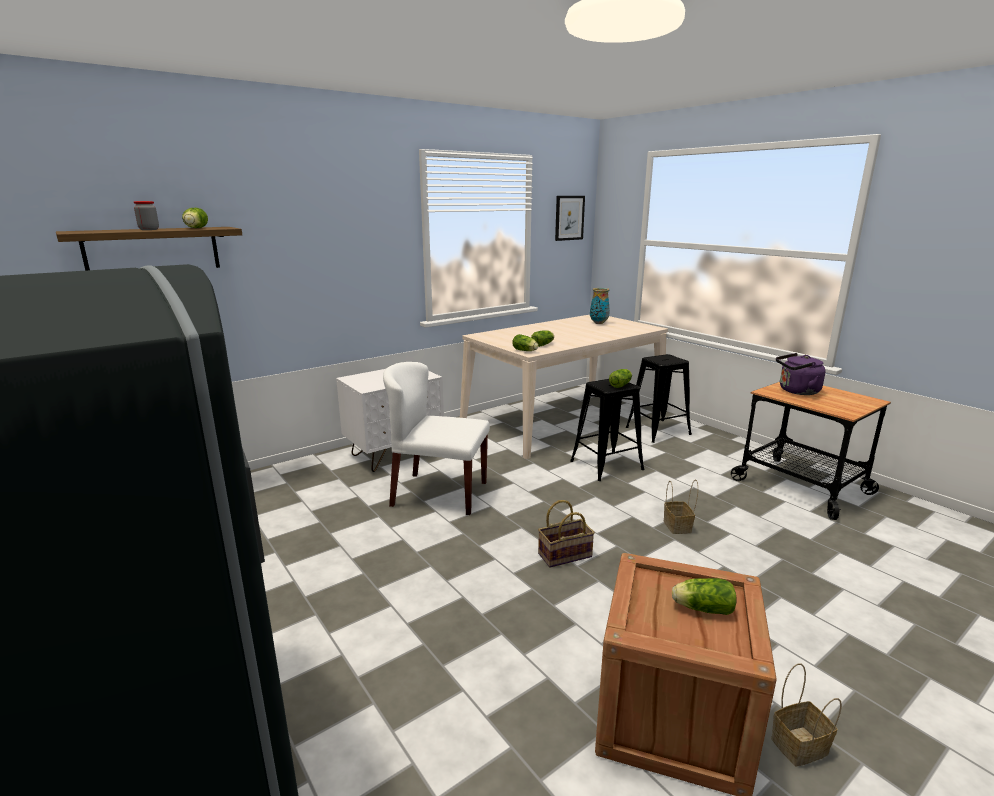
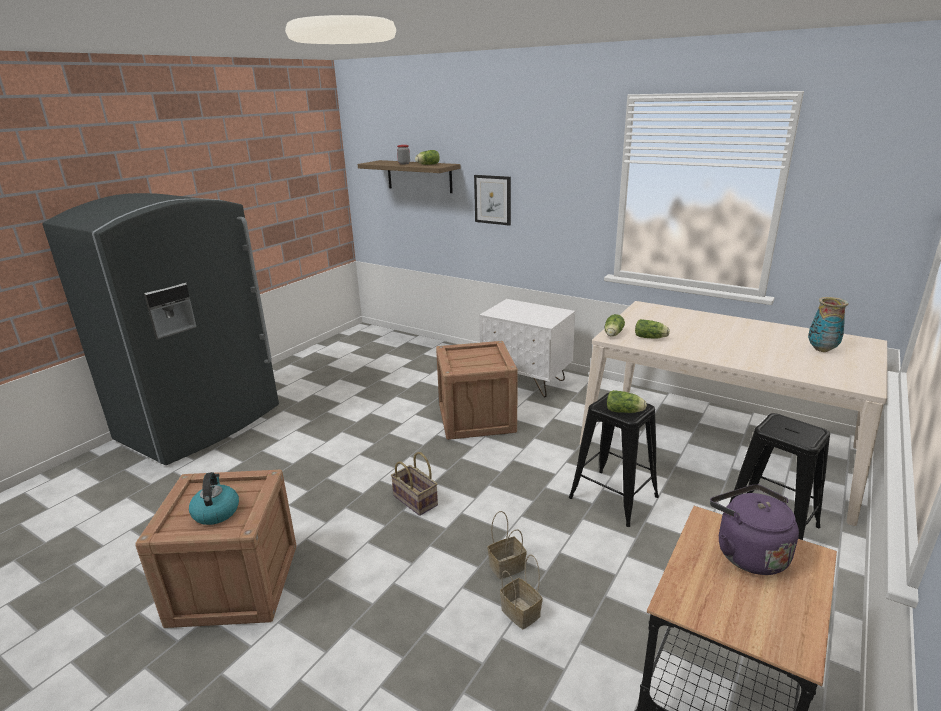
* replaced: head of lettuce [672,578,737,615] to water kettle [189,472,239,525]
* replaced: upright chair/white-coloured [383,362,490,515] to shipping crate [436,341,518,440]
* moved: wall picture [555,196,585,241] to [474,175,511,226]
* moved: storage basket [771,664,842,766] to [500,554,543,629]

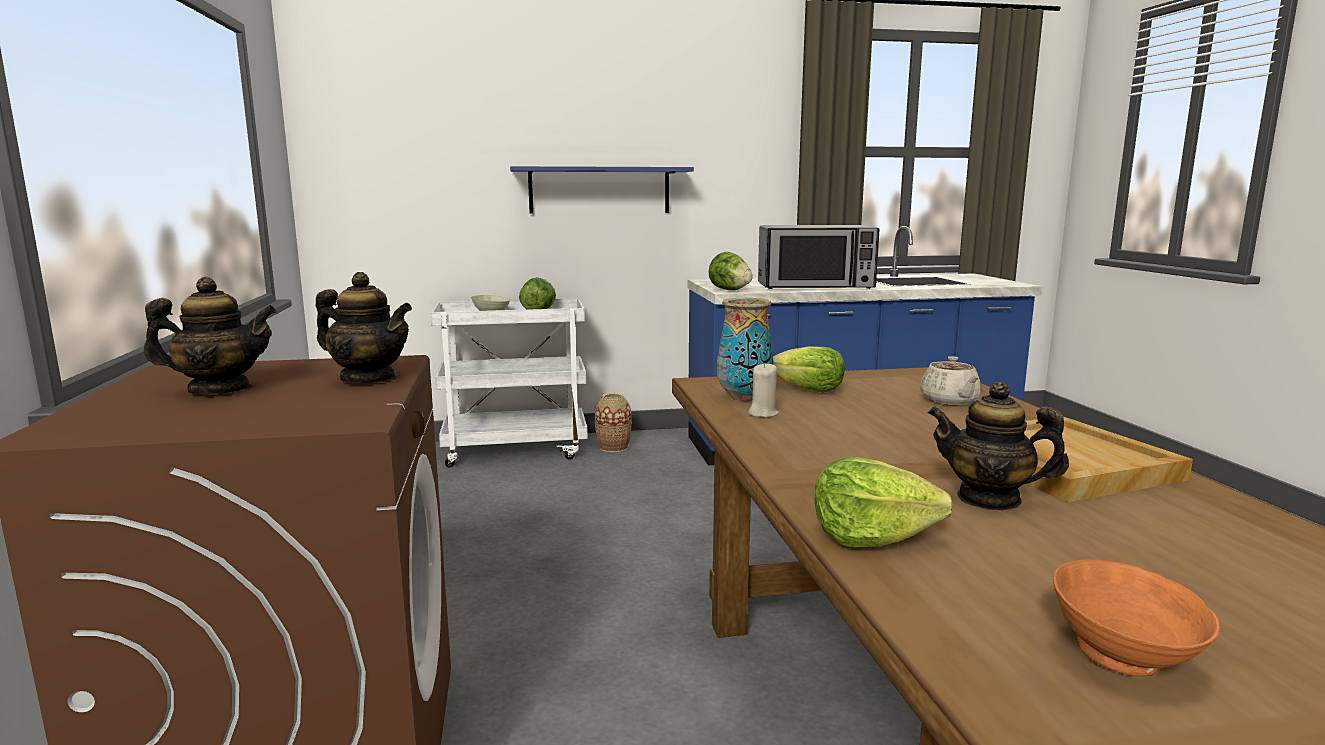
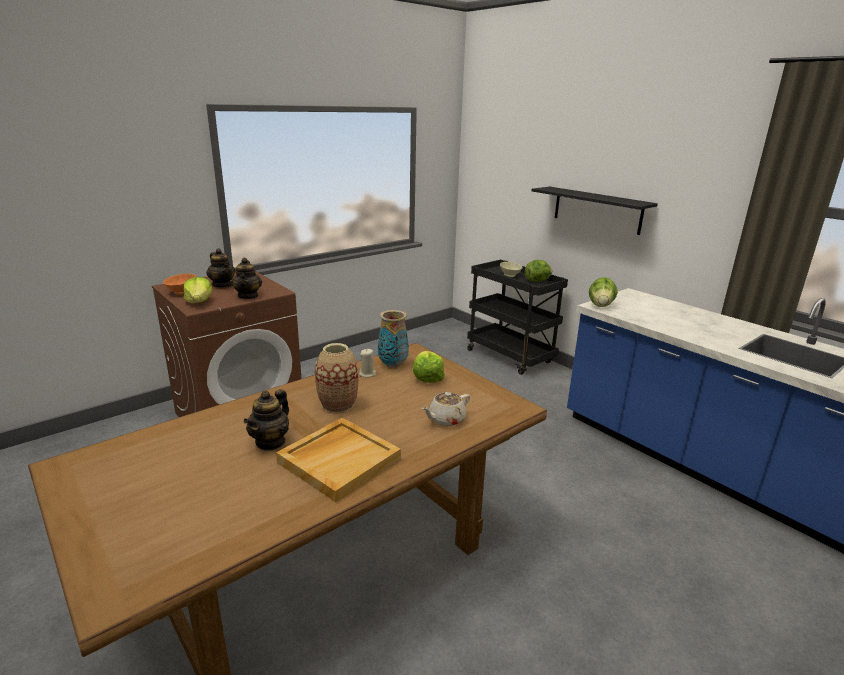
* moved: bowl/orangey [1053,560,1220,677] to [163,273,196,295]
* moved: head of lettuce [815,457,953,547] to [184,277,213,303]
* turned: pot for tea [928,382,1069,511] = [244,389,289,451] 150 degrees counterclockwise
* moved: flower vase [595,392,632,452] to [315,343,358,413]
* recoloured: wheeled cart/white-coloured [431,298,588,467] to wheeled cart/black [467,259,568,375]
* recoloured: wall shelf/blue [510,166,694,214] to wall shelf/black [532,187,658,235]
* removed: microwave oven [758,225,880,289]

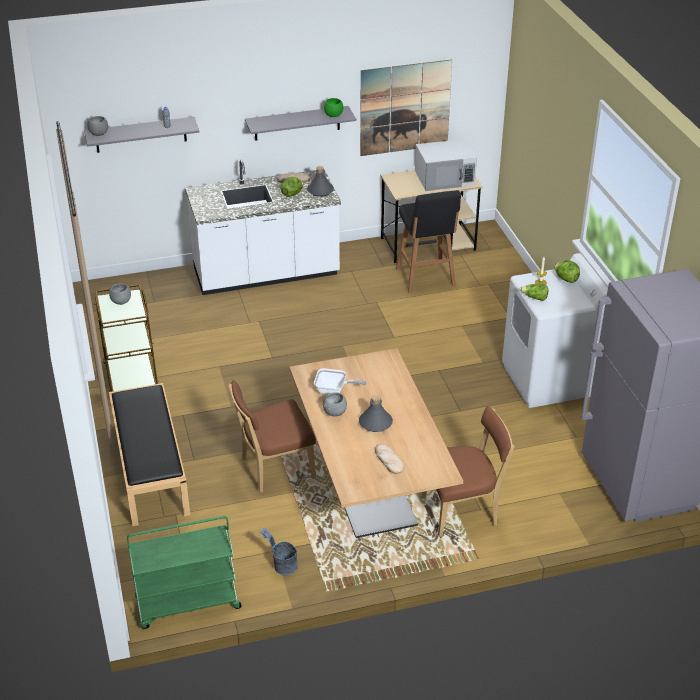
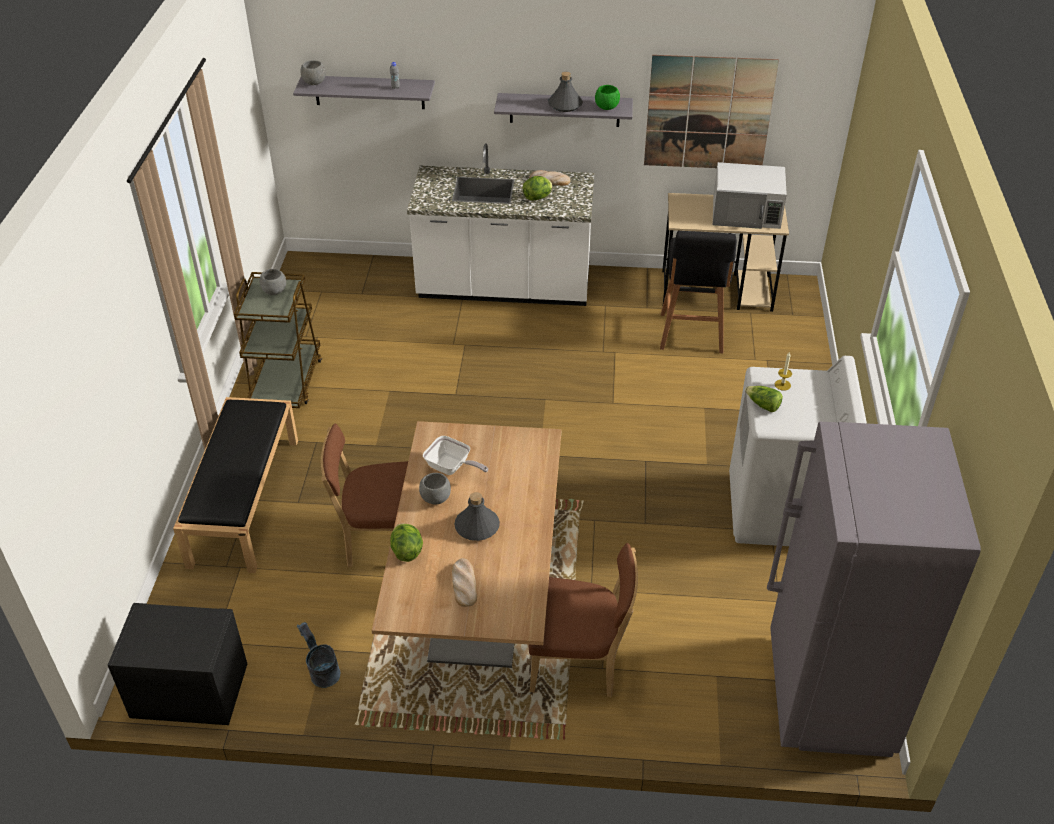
* replaced: wheeled cart/greenish [127,516,242,629] to night table/black [108,603,247,725]
* moved: head of lettuce [554,260,580,283] to [390,524,423,562]
* moved: beverage bottle/grey [307,166,334,197] to [548,72,583,112]

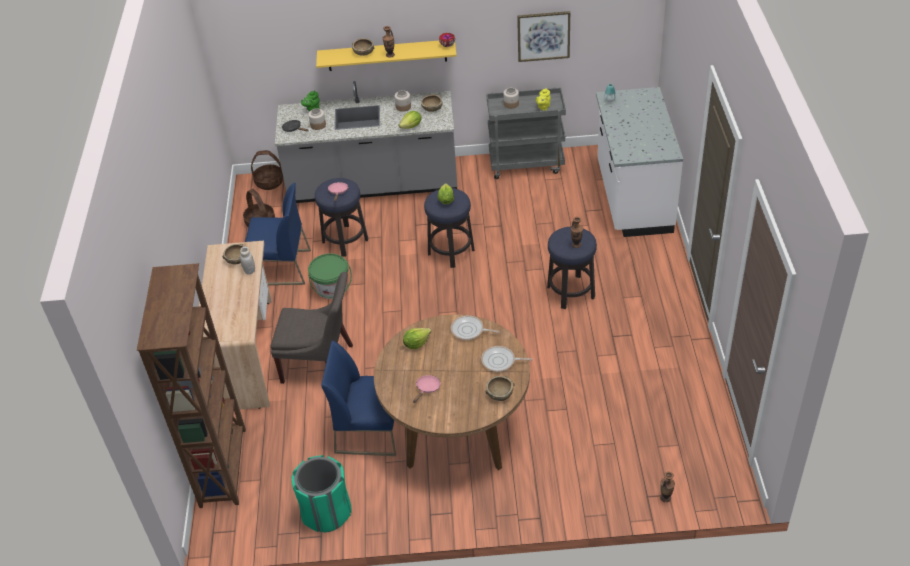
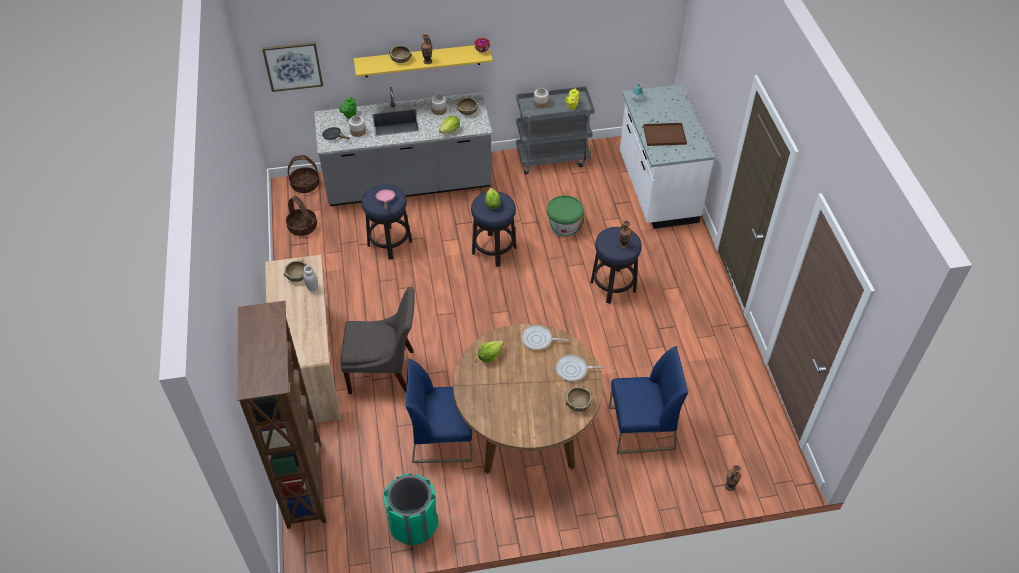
* moved: wall picture [517,11,570,62] to [262,42,323,92]
* moved: pail/greenish [308,253,352,299] to [547,195,584,237]
* moved: upright chair/blue [245,183,311,285] to [609,346,688,454]
* added: tray/brown-coloured [643,123,687,146]
* removed: frying pan/pinkish [413,375,441,403]

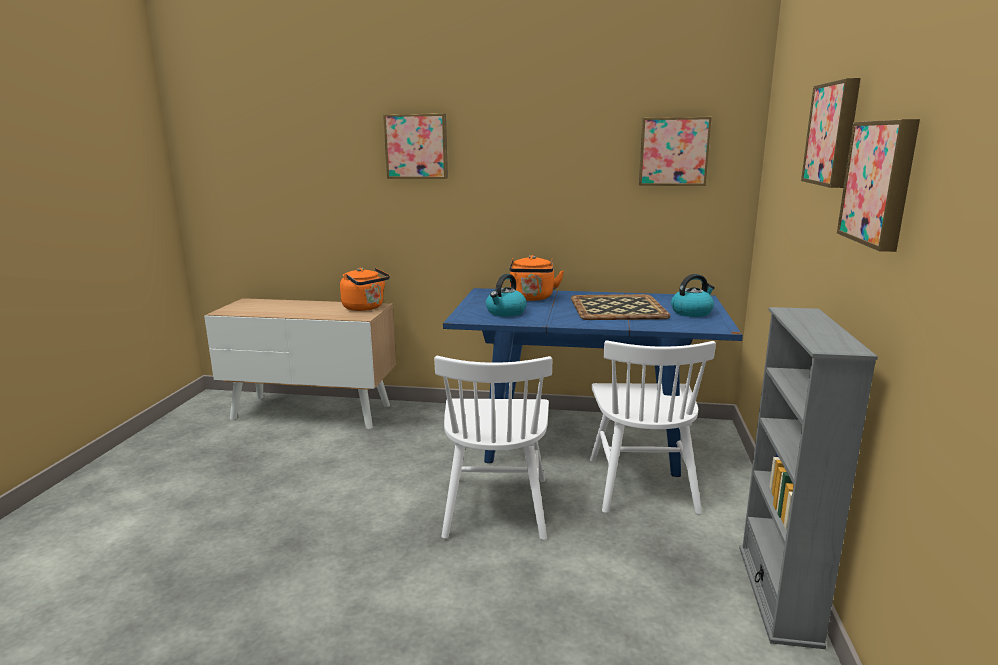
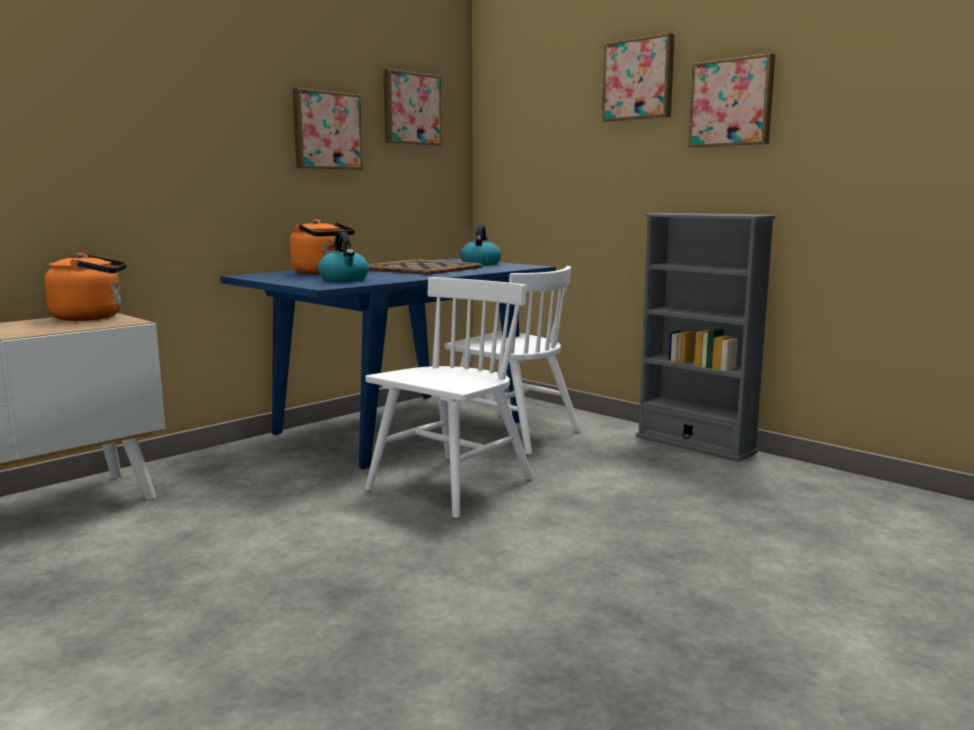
* moved: wall picture [383,114,448,179] to [293,88,363,170]
* turned: upright chair/white-coloured [434,356,552,540] = [365,277,533,518] 90 degrees counterclockwise

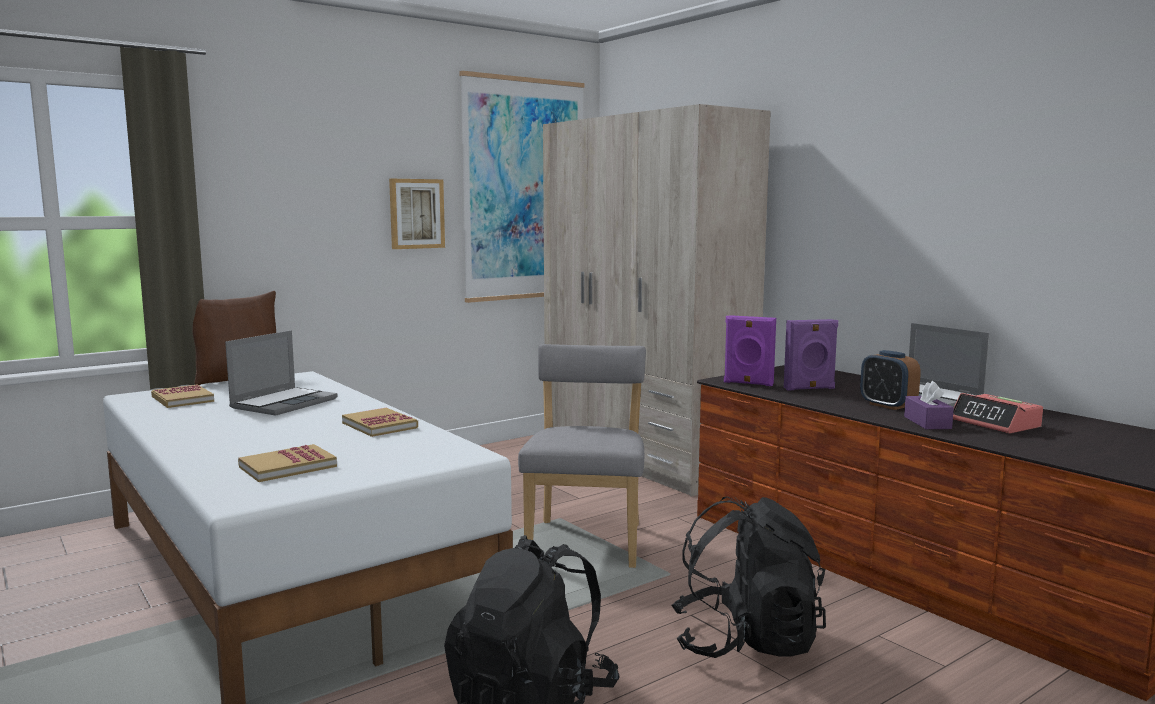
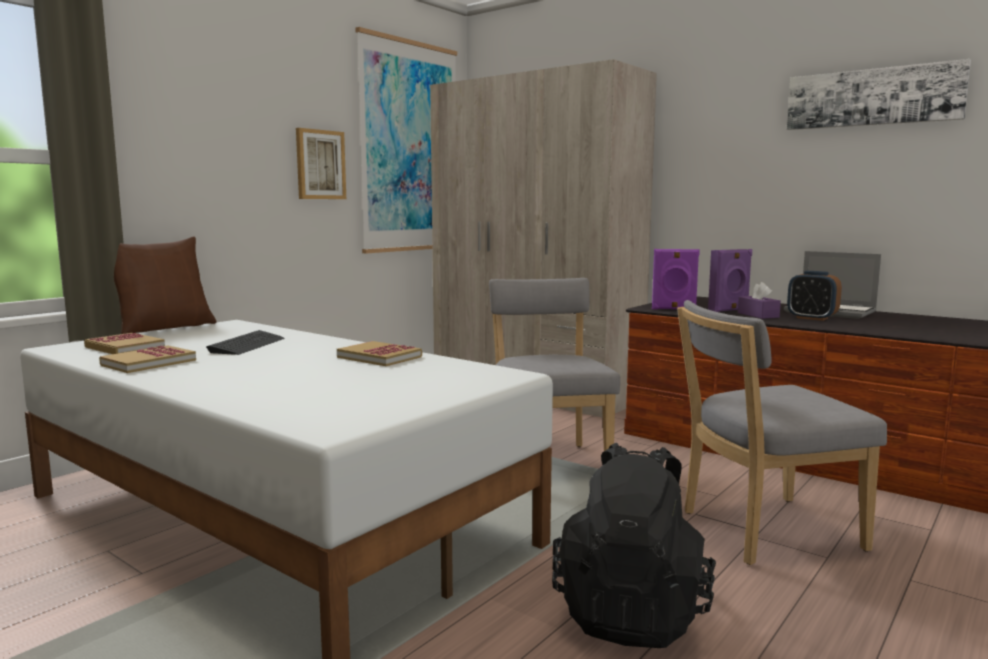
* moved: book [238,444,337,482] to [99,345,196,373]
* replaced: notebook computer [225,330,338,416] to PC keyboard [206,330,284,355]
* replaced: knapsack/black [672,497,826,658] to upright chair/grey [677,300,887,565]
* moved: tissue holder/purplish [904,381,954,429] to [738,282,781,319]
* added: wall picture [787,59,971,130]
* removed: table clock [953,393,1043,434]

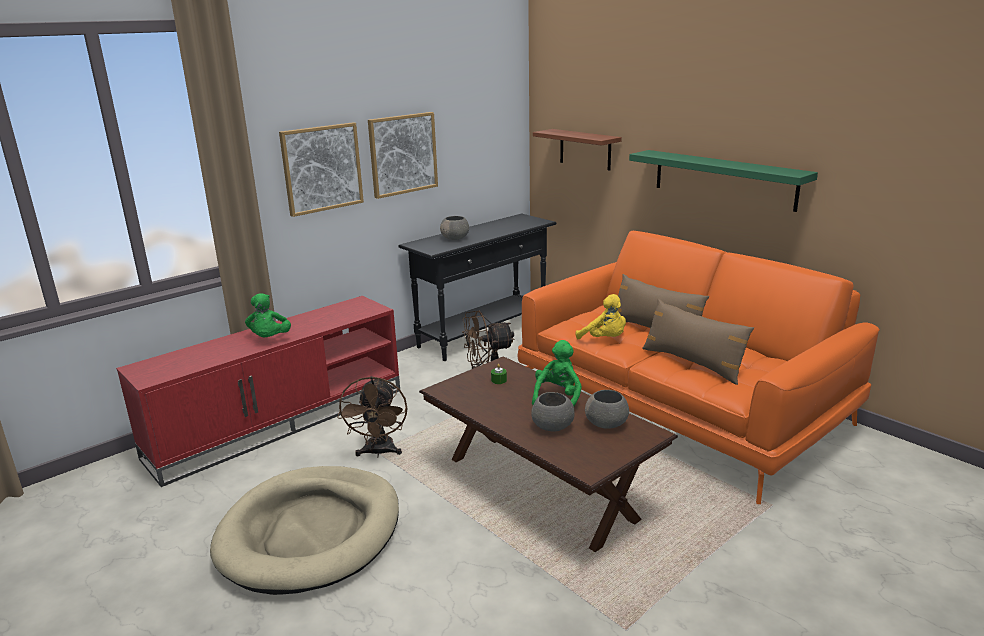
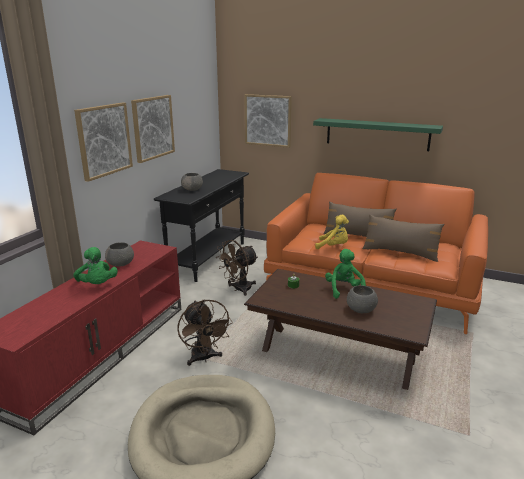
* moved: bowl/grey [585,390,629,429] to [105,242,134,267]
* replaced: wall shelf [533,129,622,171] to wall picture [244,94,292,148]

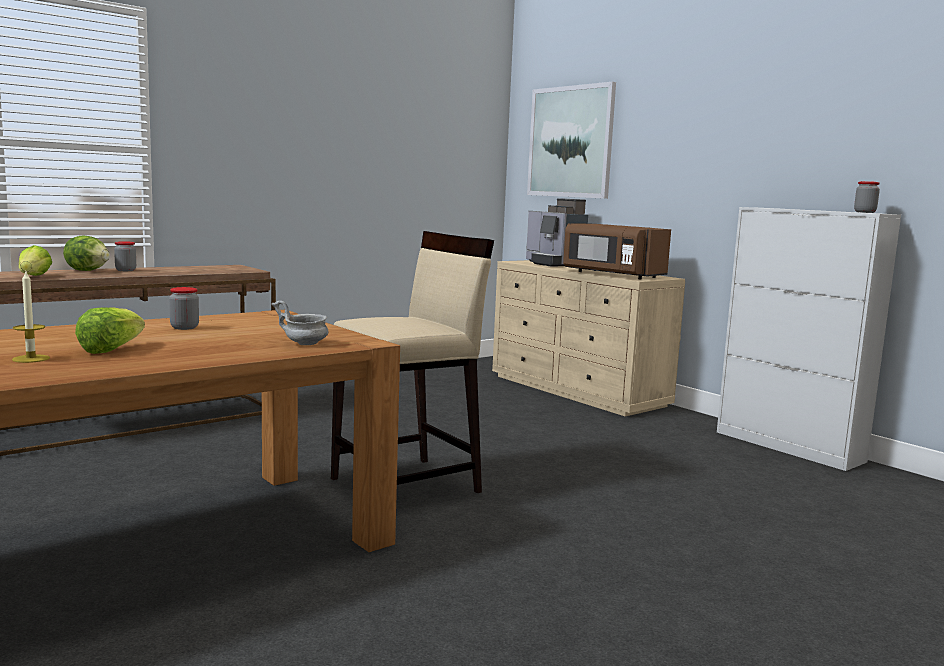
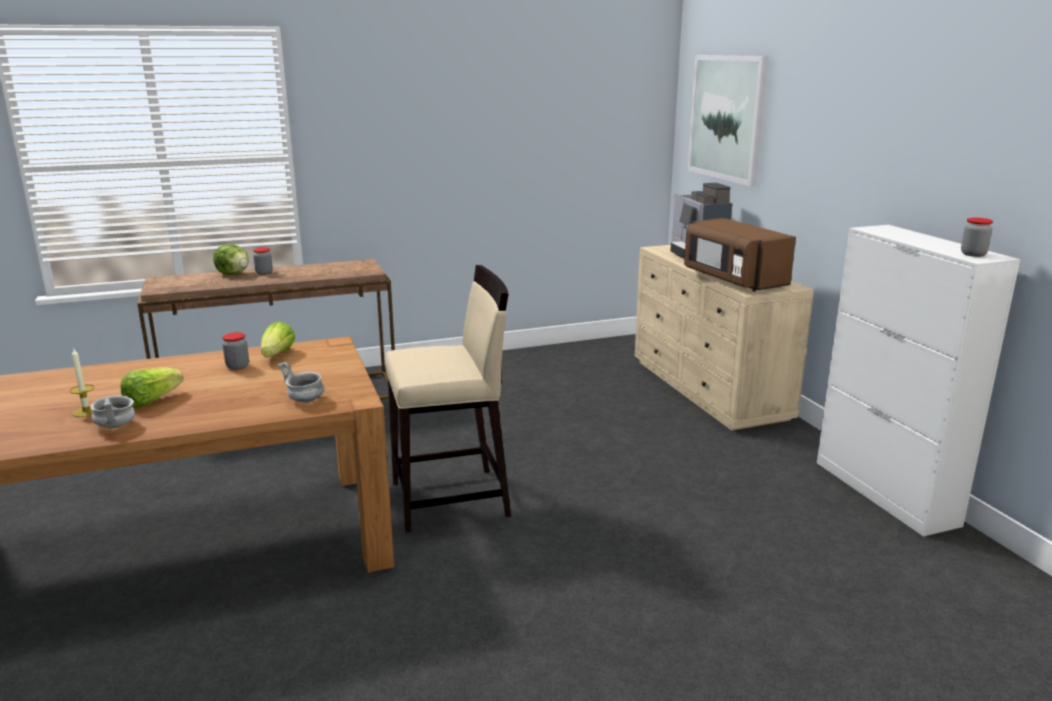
* added: bowl/grey [90,395,135,429]
* moved: head of lettuce [19,245,52,276] to [261,322,295,357]

